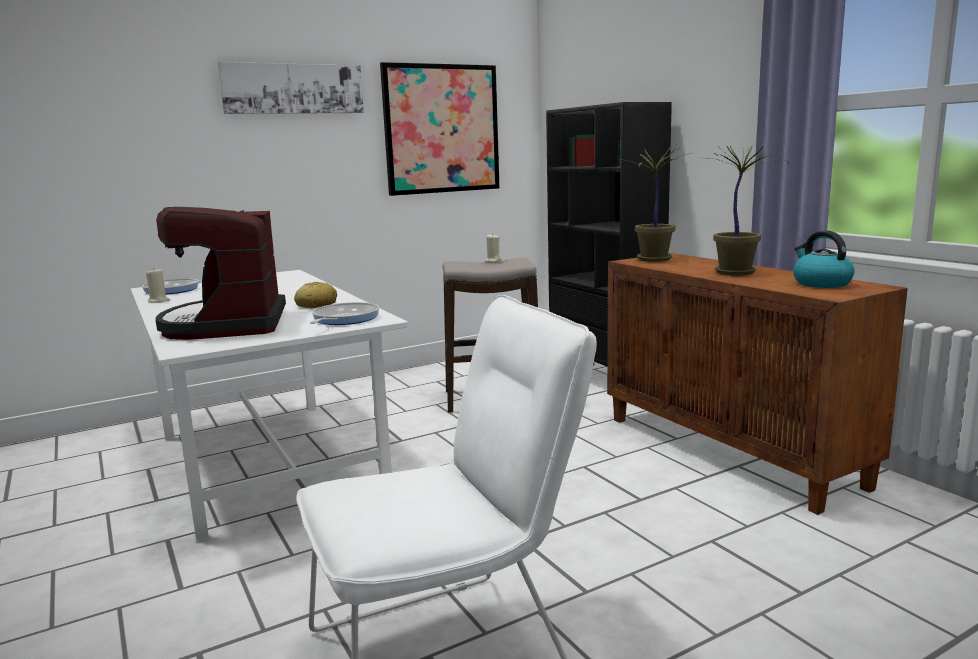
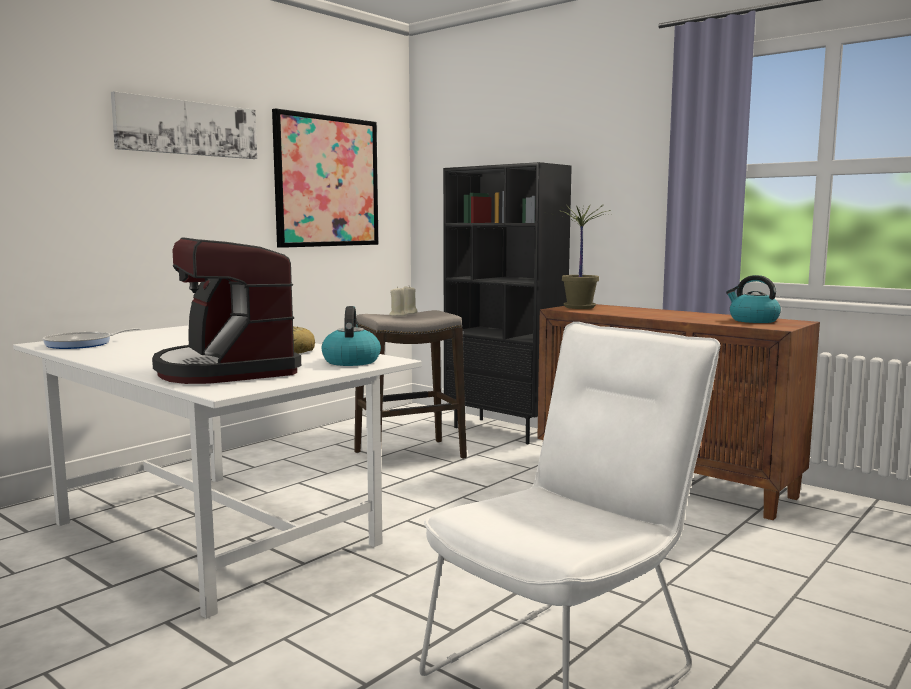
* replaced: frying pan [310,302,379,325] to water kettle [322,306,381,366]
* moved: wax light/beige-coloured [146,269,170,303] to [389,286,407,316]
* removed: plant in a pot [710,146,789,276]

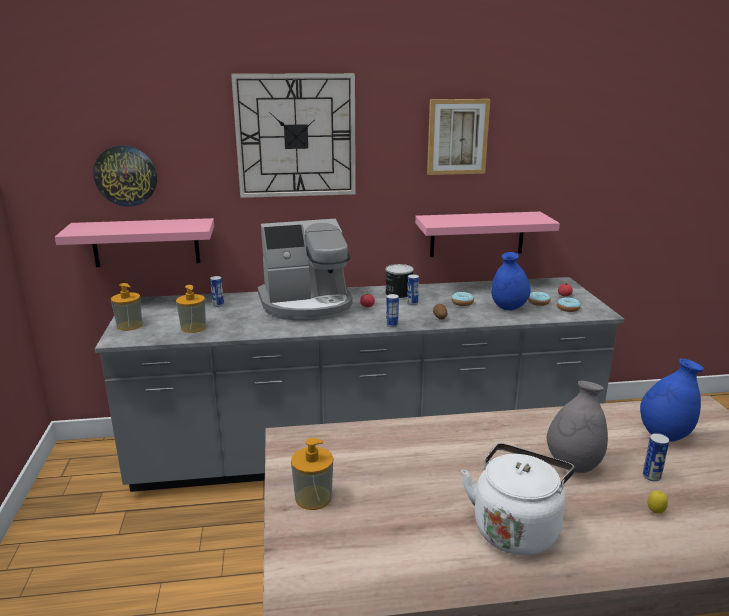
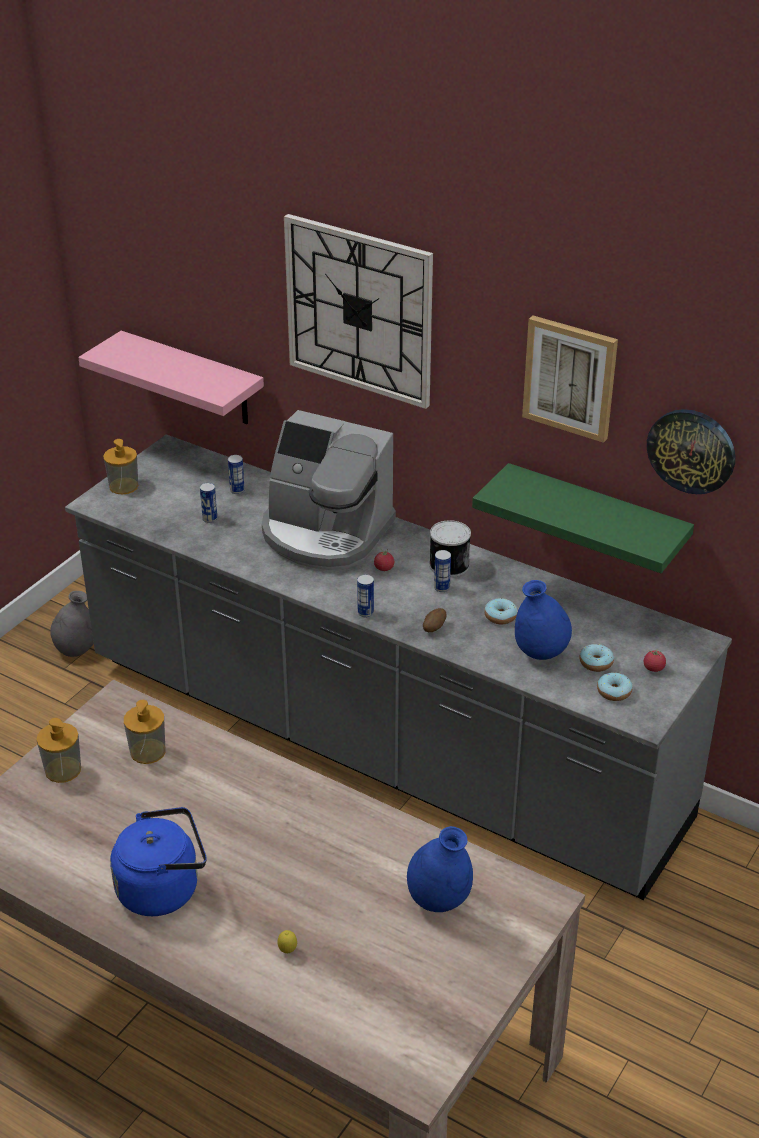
* moved: flower vase/grey [547,381,608,473] to [50,591,93,657]
* recoloured: water kettle/white-coloured [461,443,575,555] to water kettle/blue [110,807,207,916]
* moved: soap dispenser [176,285,206,333] to [124,700,166,764]
* moved: can [643,433,669,482] to [200,483,217,523]
* recoloured: wall shelf/pinkish [415,212,560,257] to wall shelf/greenish [472,463,694,573]
* moved: clock on the wall [93,145,157,207] to [647,409,735,494]

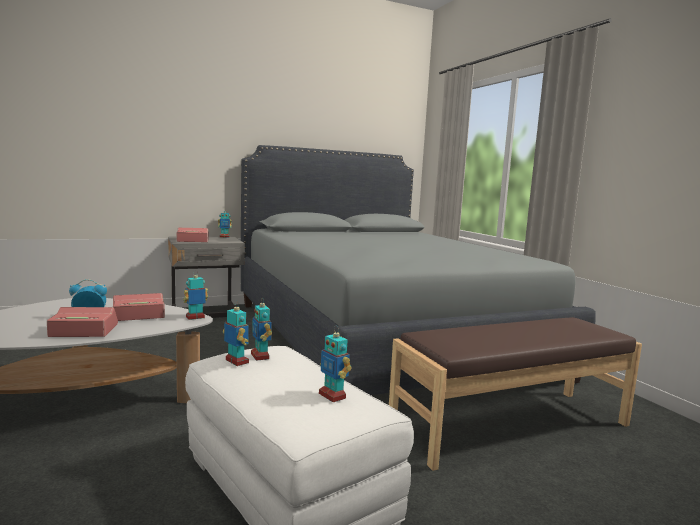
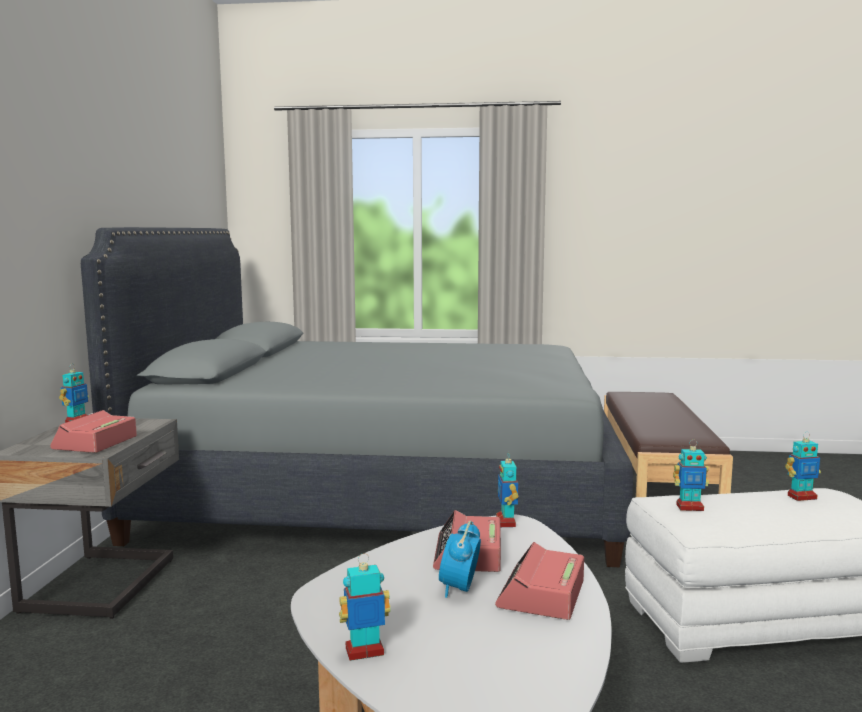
* moved: model robot [223,301,249,366] to [339,553,391,661]

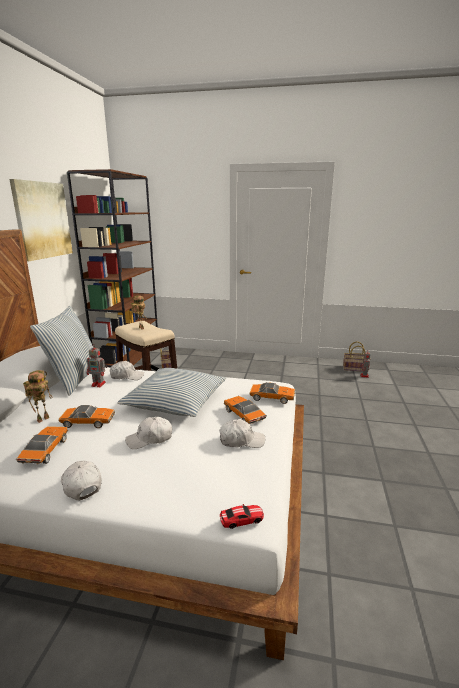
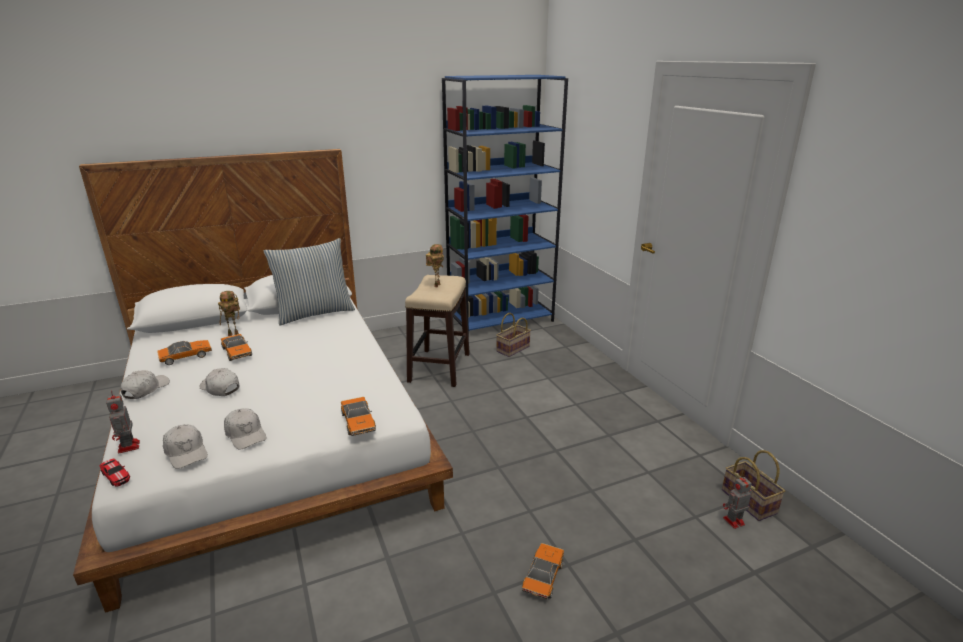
* moved: model robot [87,345,107,387] to [106,392,140,454]
* moved: cap/white-coloured [110,361,144,380] to [163,424,208,469]
* recoloured: bookshelf/brown-coloured [67,169,158,367] to bookshelf/blue [442,75,568,336]
* moved: toy car [224,396,267,424] to [522,543,564,599]
* removed: wall picture [9,179,73,262]
* removed: throw pillow [117,368,226,417]

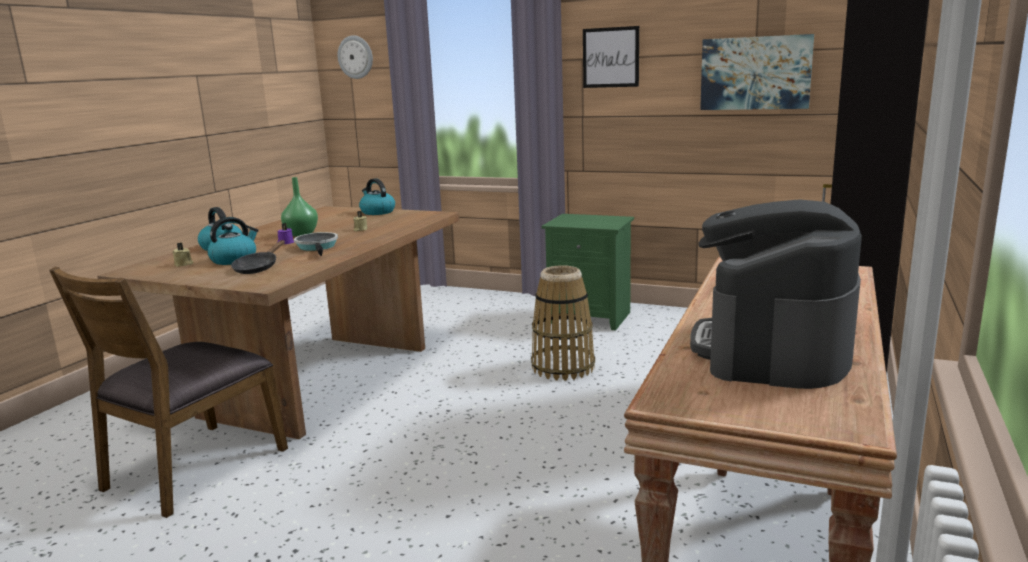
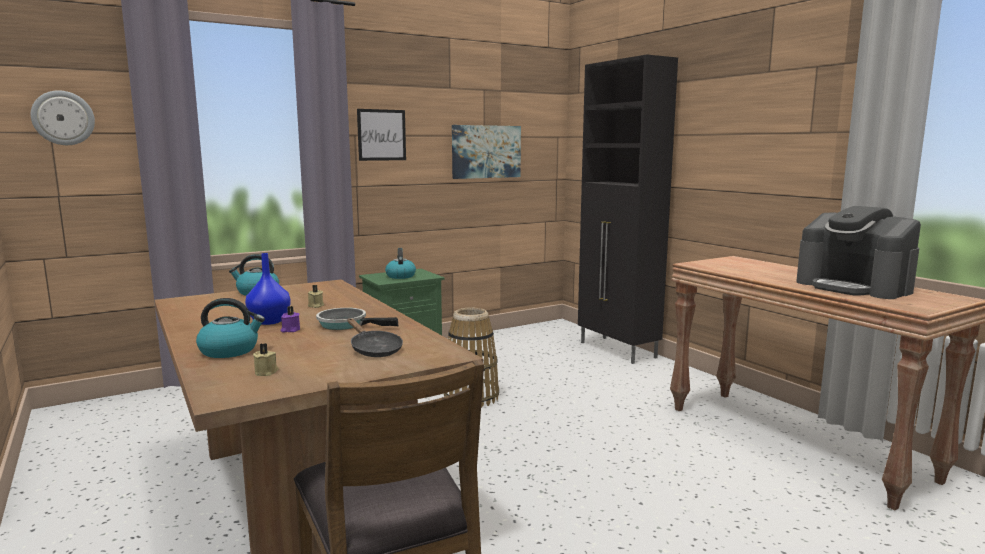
* recoloured: flower vase/greenish [281,177,318,237] to flower vase/blue [245,253,291,325]
* moved: water kettle [207,217,259,265] to [385,248,416,279]

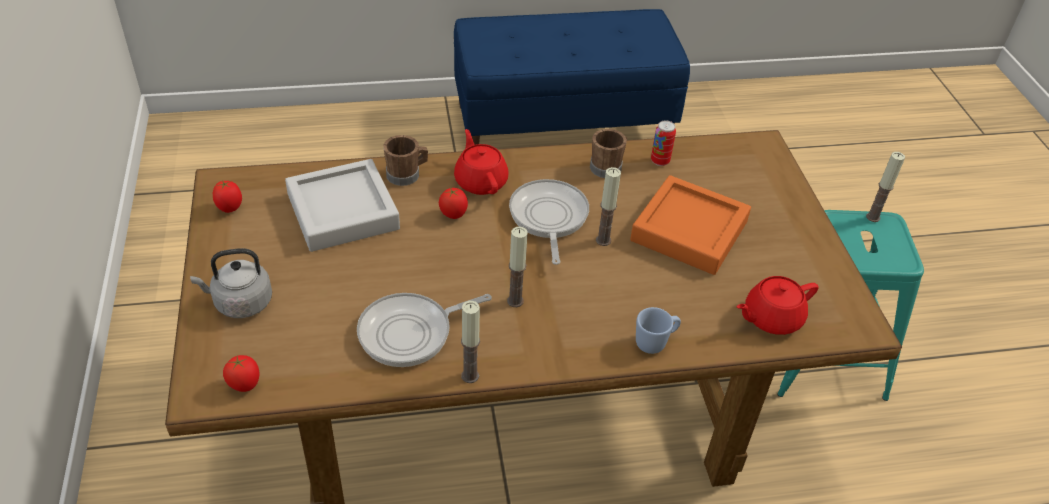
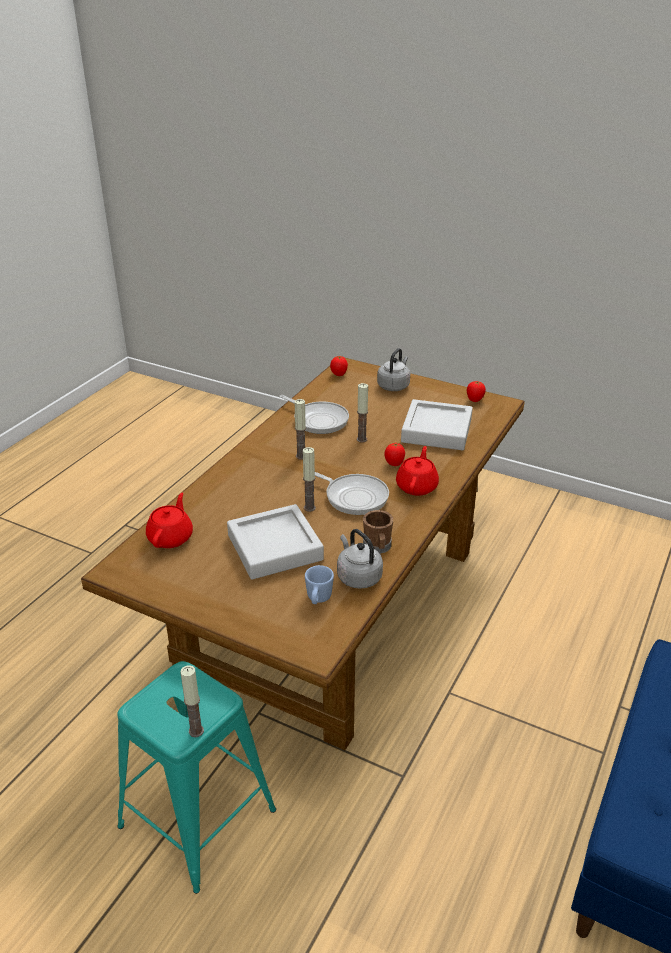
* recoloured: tray/orangey [630,175,751,275] to tray/grey [227,504,324,580]
* turned: frying pan [357,293,492,367] = [279,395,349,434] 120 degrees clockwise
* moved: coffee mug/blue [636,307,681,354] to [305,565,334,604]
* replaced: can [651,120,676,166] to water kettle/grey [337,529,383,589]
* moved: wax light [461,301,480,383] to [357,383,368,442]
* turned: pot for tea/red-coloured [454,129,508,195] = [396,446,439,496] 90 degrees counterclockwise
* removed: coffee mug/brown-coloured [383,135,428,186]

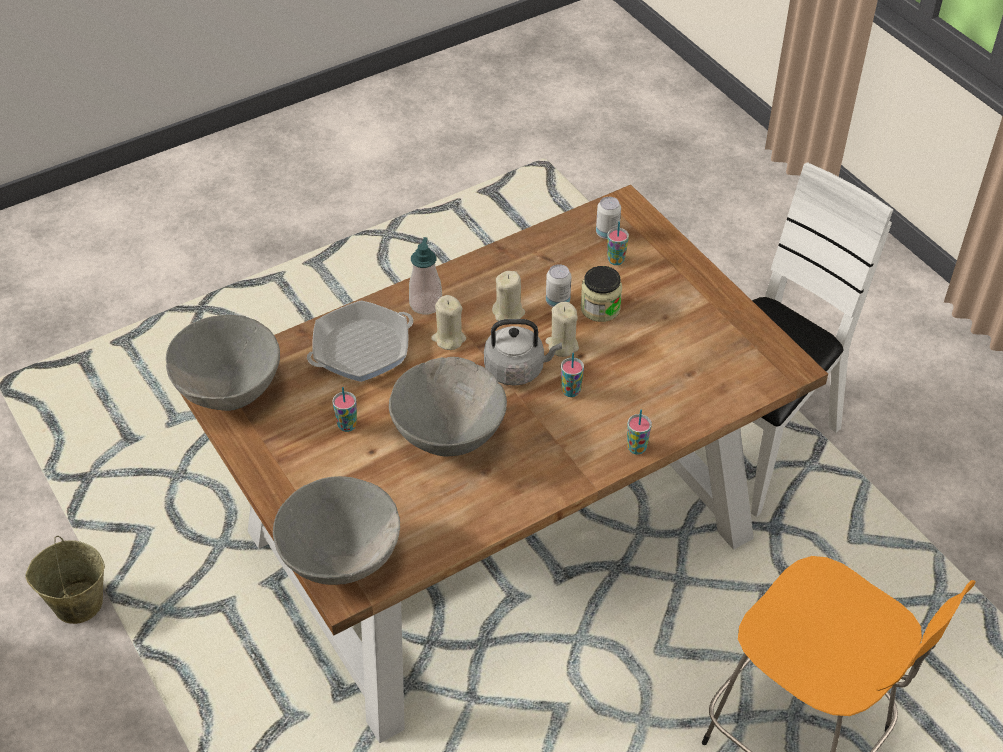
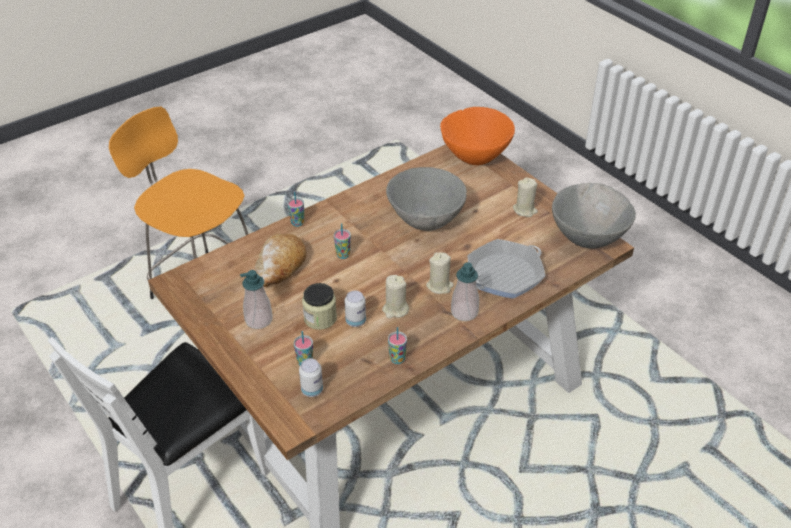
* added: soap dispenser [240,270,272,329]
* added: bakery bread [255,234,307,287]
* moved: cup [332,387,357,432] to [388,327,407,364]
* recoloured: bowl/grey [273,476,400,585] to bowl/orangey [440,107,515,165]
* moved: wax light/beige-coloured [545,302,579,357] to [513,178,538,217]
* removed: pail/beige-coloured [25,536,105,624]
* removed: water kettle/grey [484,319,562,386]

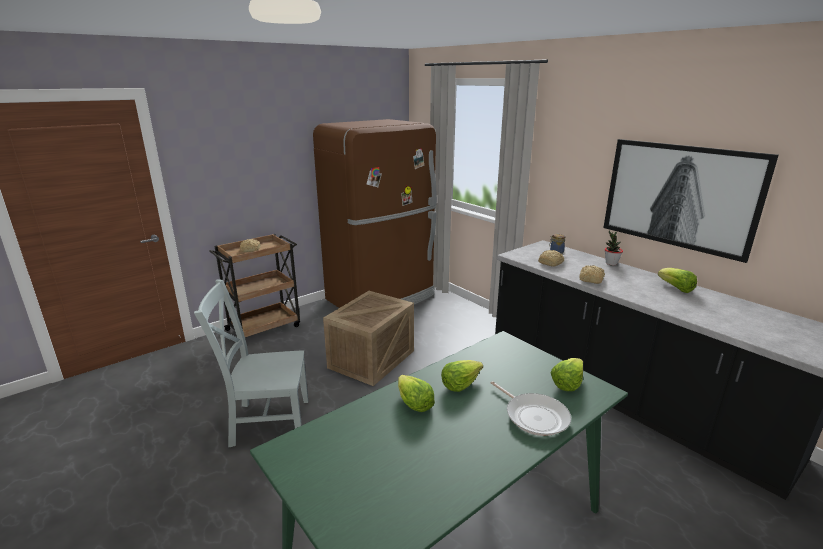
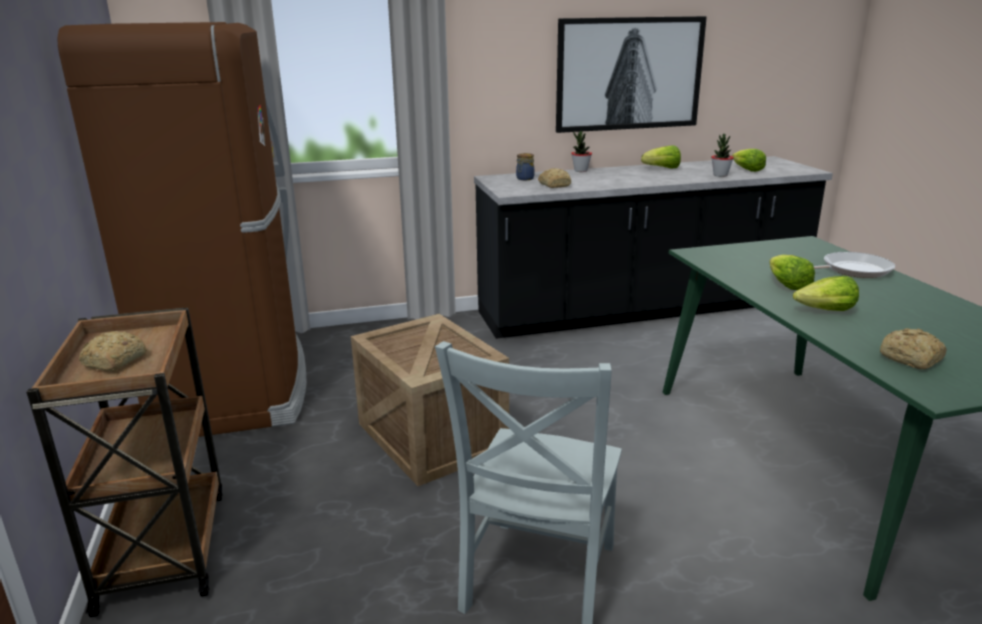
* added: plant in a pot [711,134,734,177]
* moved: head of lettuce [550,358,583,391] to [732,149,766,172]
* moved: bakery bread [579,265,605,284] to [880,328,947,369]

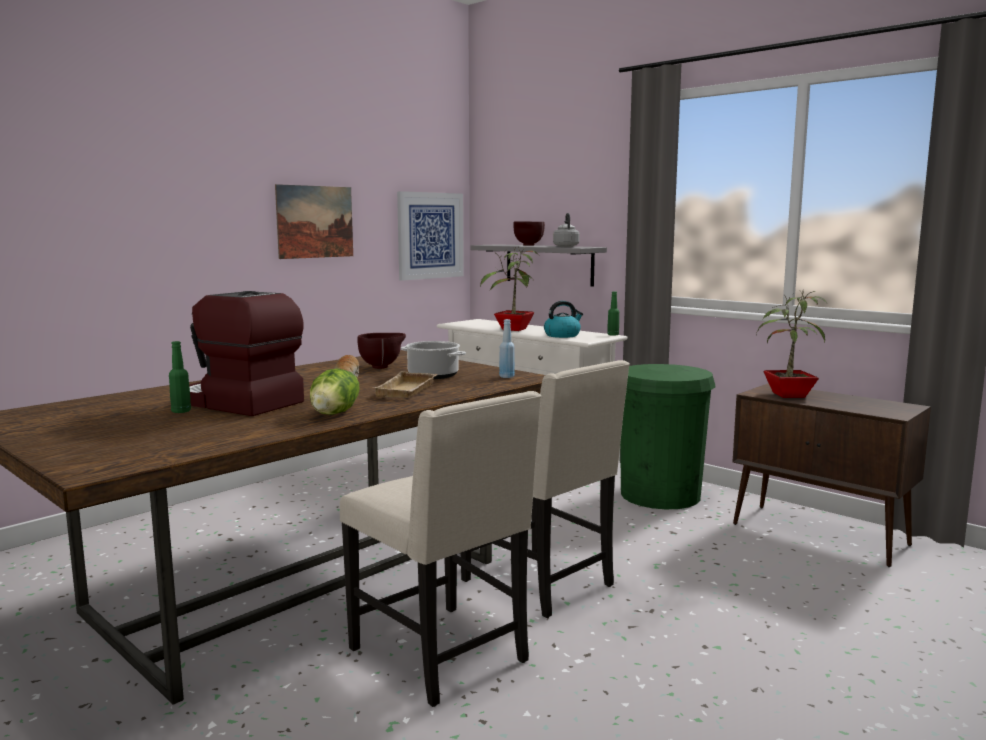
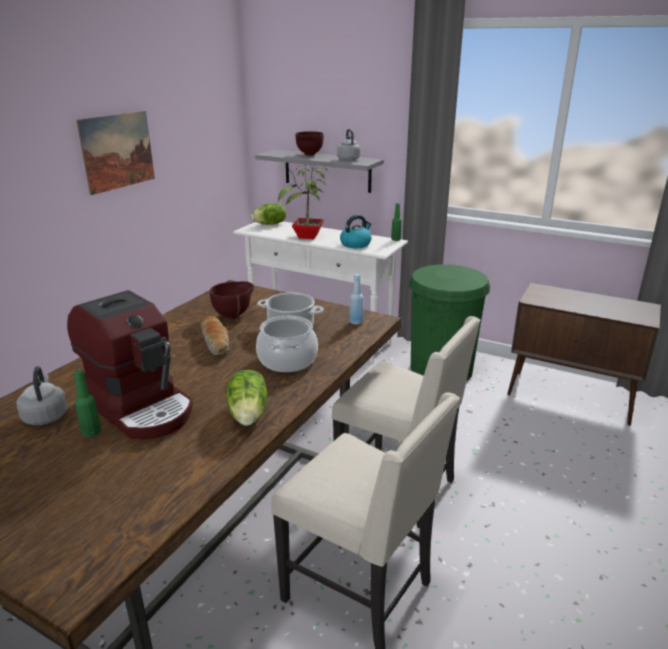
* added: water kettle/grey [17,366,68,425]
* turned: coffee brewer [189,291,304,416] = [67,290,193,440] 150 degrees counterclockwise
* added: head of lettuce [251,203,286,225]
* replaced: tray/beige-coloured [373,371,437,398] to cooking pot [256,315,318,372]
* removed: wall picture [397,191,464,281]
* removed: plant in a pot [756,290,827,398]

